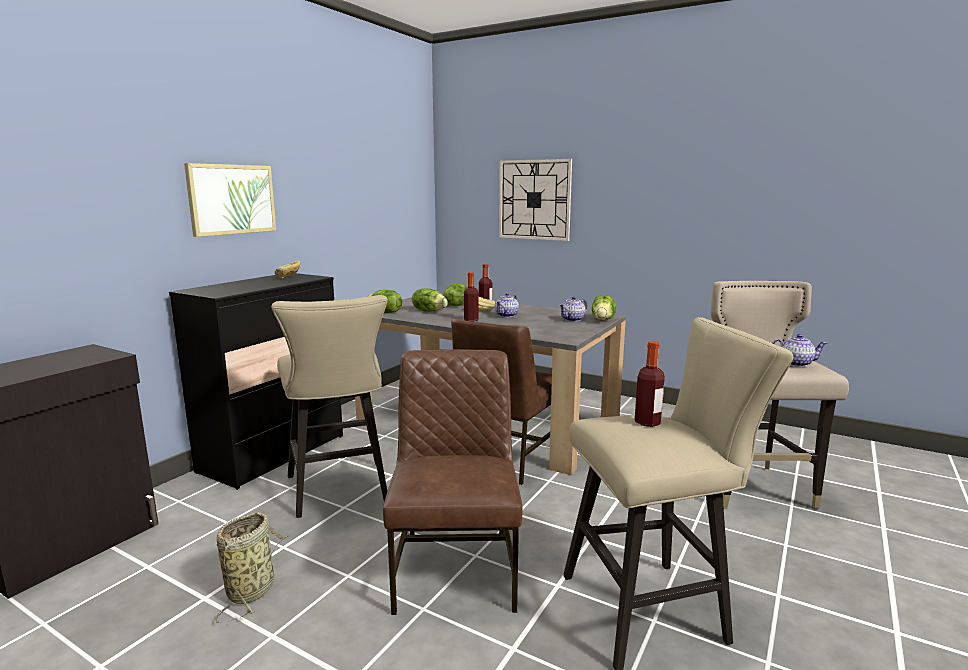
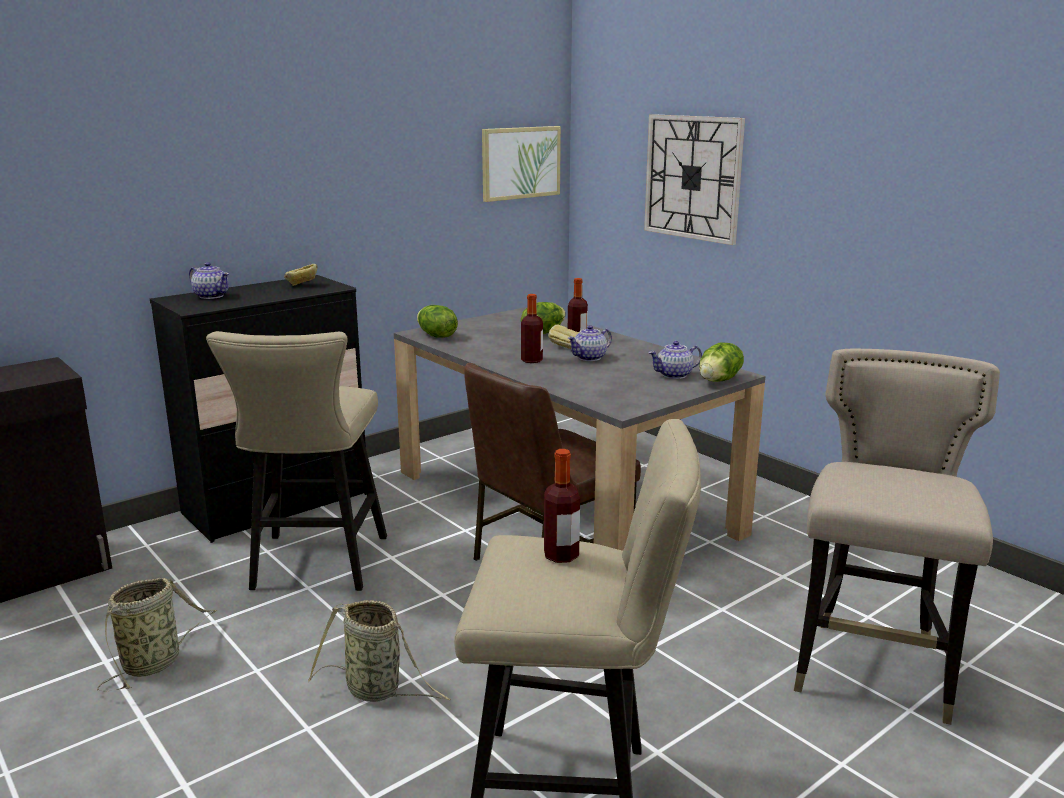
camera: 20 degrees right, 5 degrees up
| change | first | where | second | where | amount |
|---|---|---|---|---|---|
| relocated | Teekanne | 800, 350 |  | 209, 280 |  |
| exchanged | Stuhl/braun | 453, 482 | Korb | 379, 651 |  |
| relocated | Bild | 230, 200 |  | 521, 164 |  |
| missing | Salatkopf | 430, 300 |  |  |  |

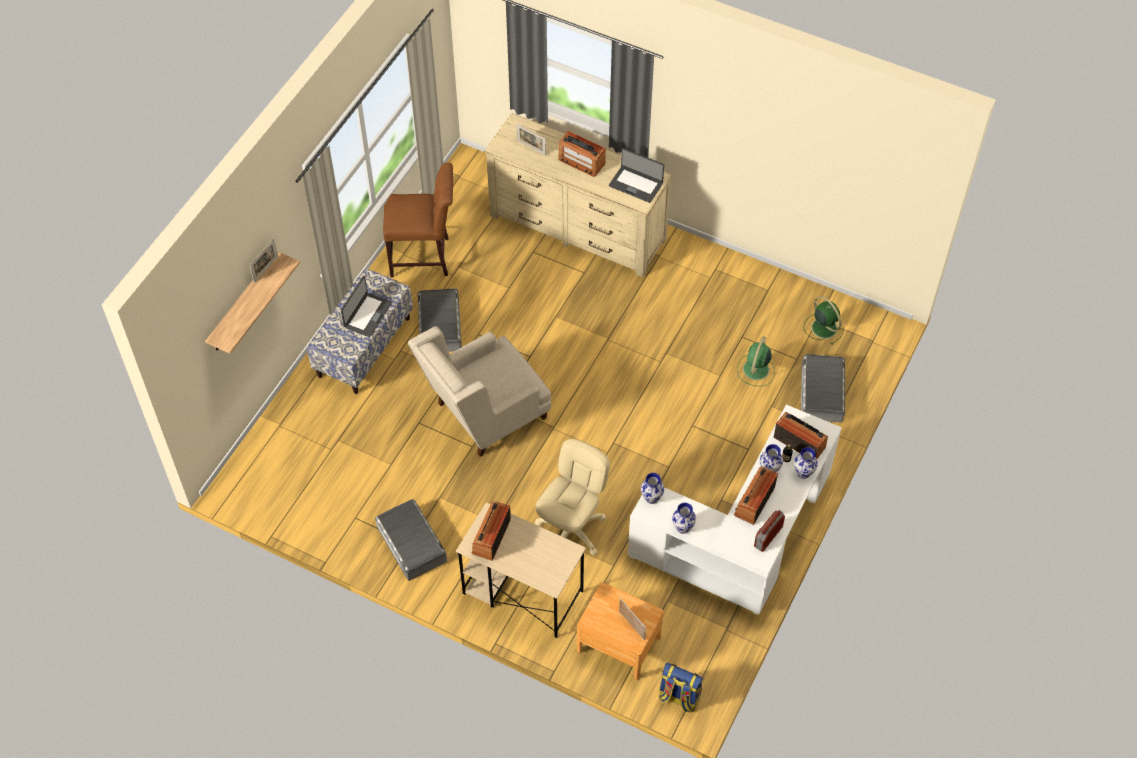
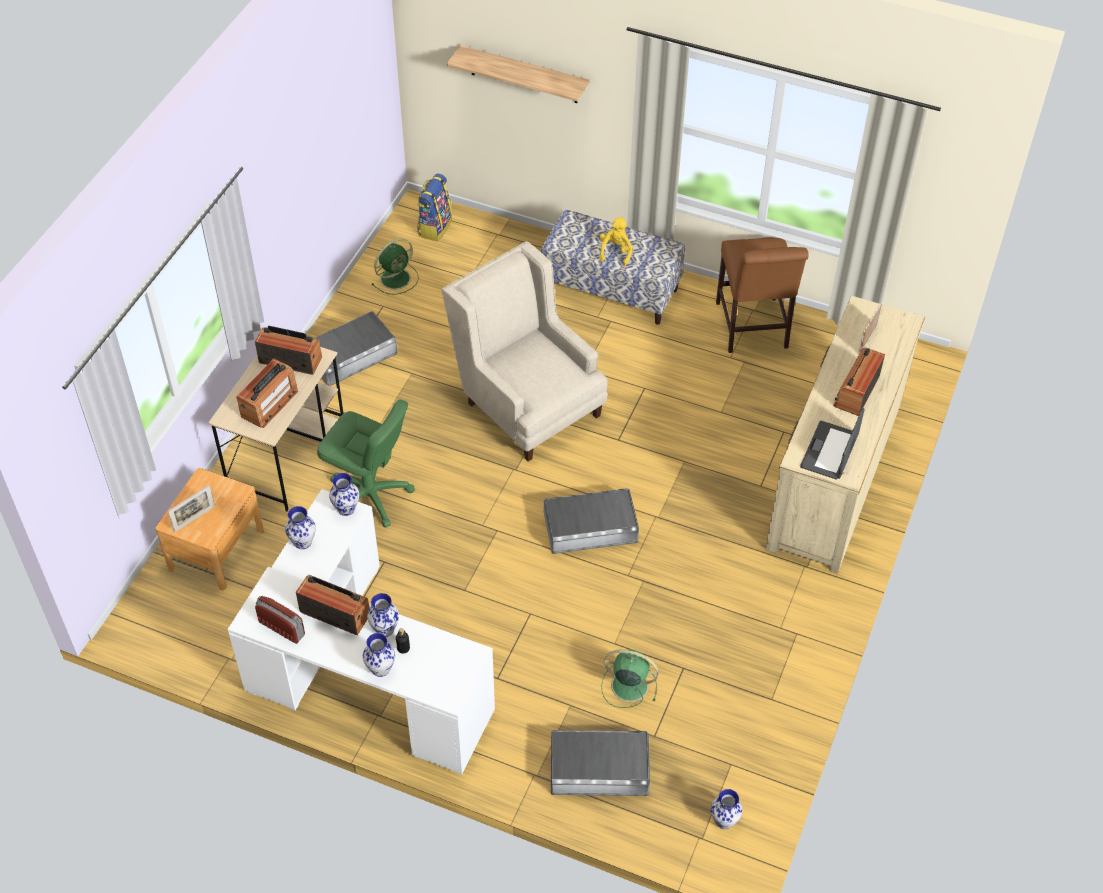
camera: 85 degrees right, 5 degrees down
| change | first | where | second | where | amount |
|---|---|---|---|---|---|
| relocated | Radio | 801, 435 |  | 267, 393 |  |
| colour | Bürostuhl/beige | 572, 497 | Bürostuhl/grün | 366, 463 |  |
| relocated | Ventilator/grün | 823, 320 |  | 395, 266 |  |
| relocated | Rucksack | 680, 687 |  | 434, 207 |  |
| relocated | Aufbewahrungsbox/grau | 439, 320 |  | 591, 521 |  |
| exchanged | Laptop | 366, 306 | Plüschtier/gelb | 616, 241 |  |
| appeared |  |  | Vase | 727, 809 |  |
| missing | Bilderrahmen | 264, 261 |  |  |  |

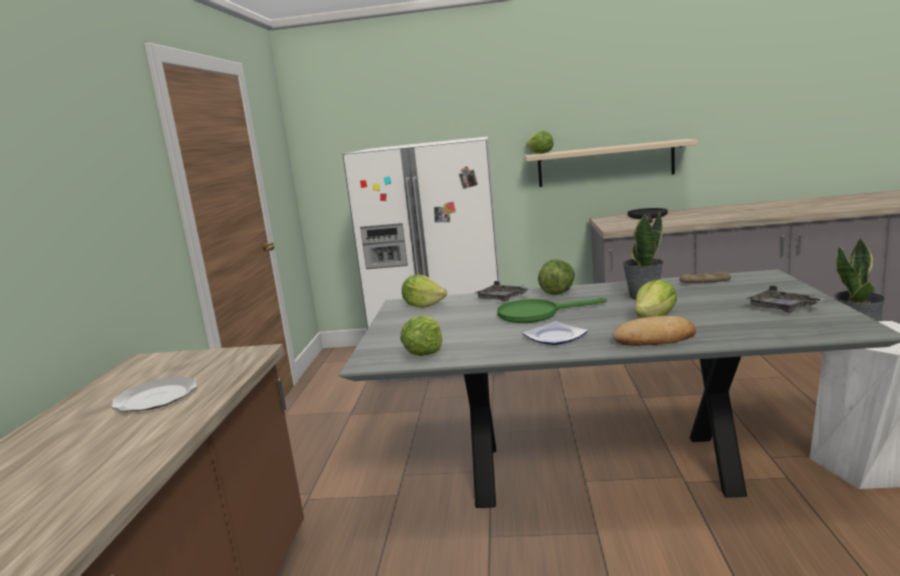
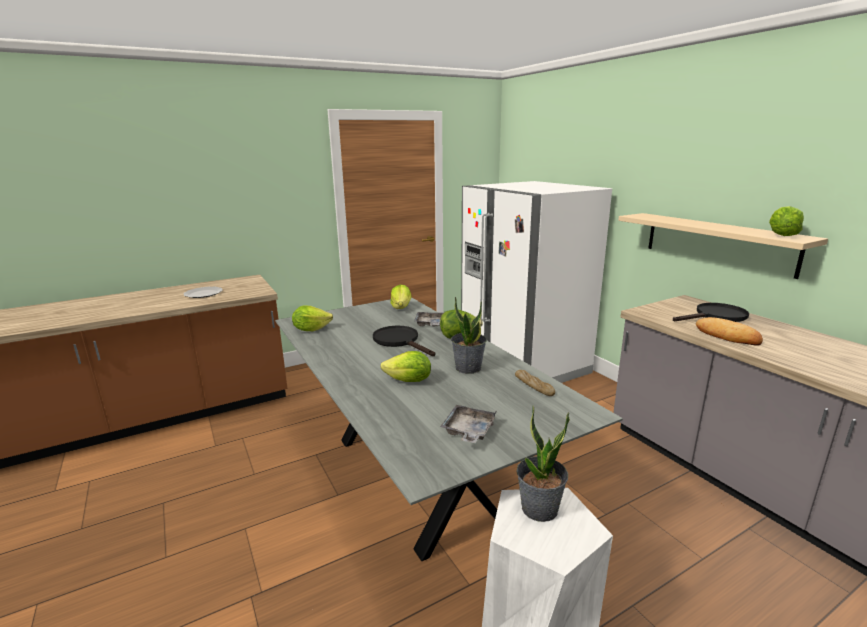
camera: 55 degrees right, 5 degrees up
| change | first | where | second | where | amount |
|---|---|---|---|---|---|
| colour | Pfanne/grün | 552, 310 | Pfanne/schwarz | 404, 341 |  |
| relocated | Brot | 654, 331 |  | 729, 331 |  |
| relocated | Salatkopf | 540, 142 |  | 786, 221 |  |
| missing | Teller | 555, 333 |  |  |  |

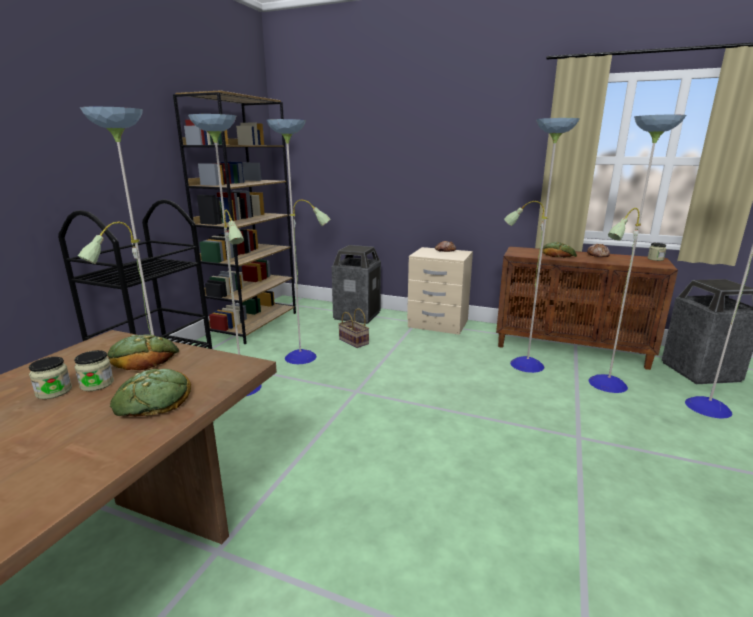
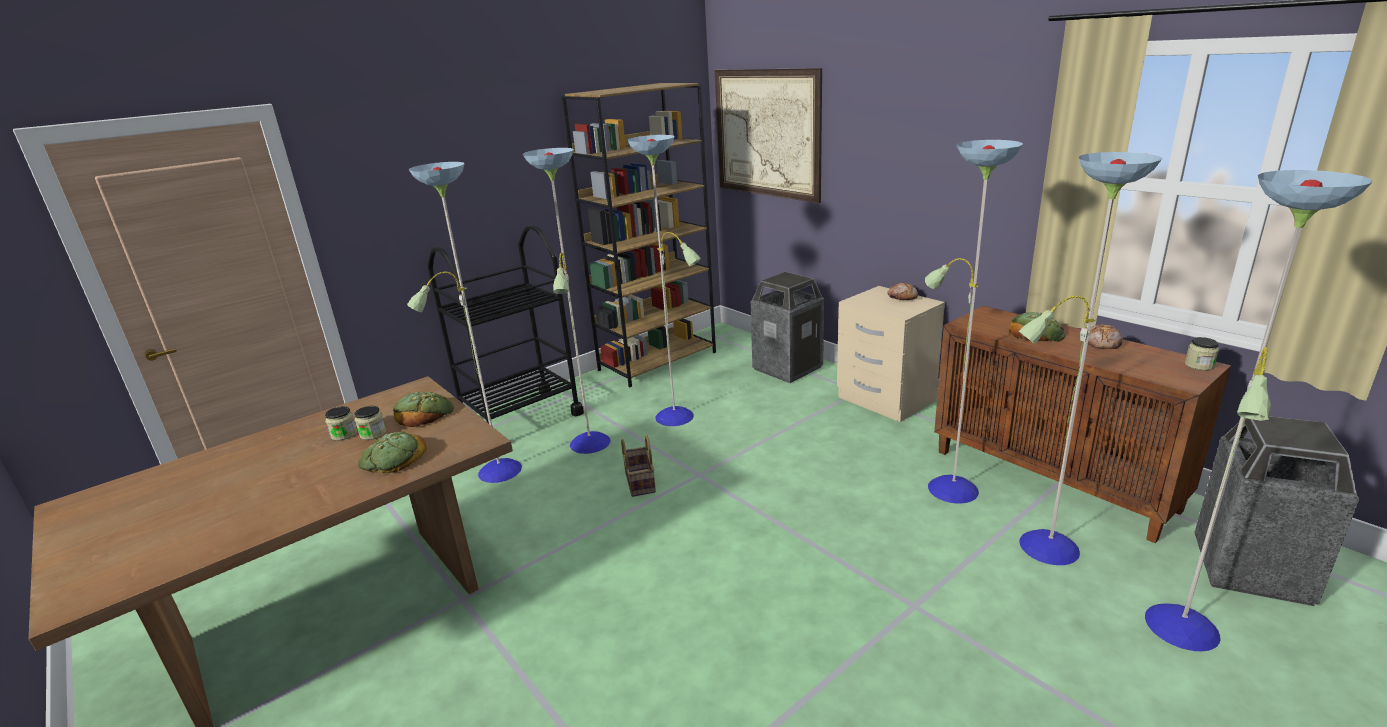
camera: 30 degrees right, 5 degrees up
| change | first | where | second | where | amount |
|---|---|---|---|---|---|
| relocated | Korb | 353, 328 |  | 638, 466 |  |
| appeared |  |  | Bild | 768, 135 |  |

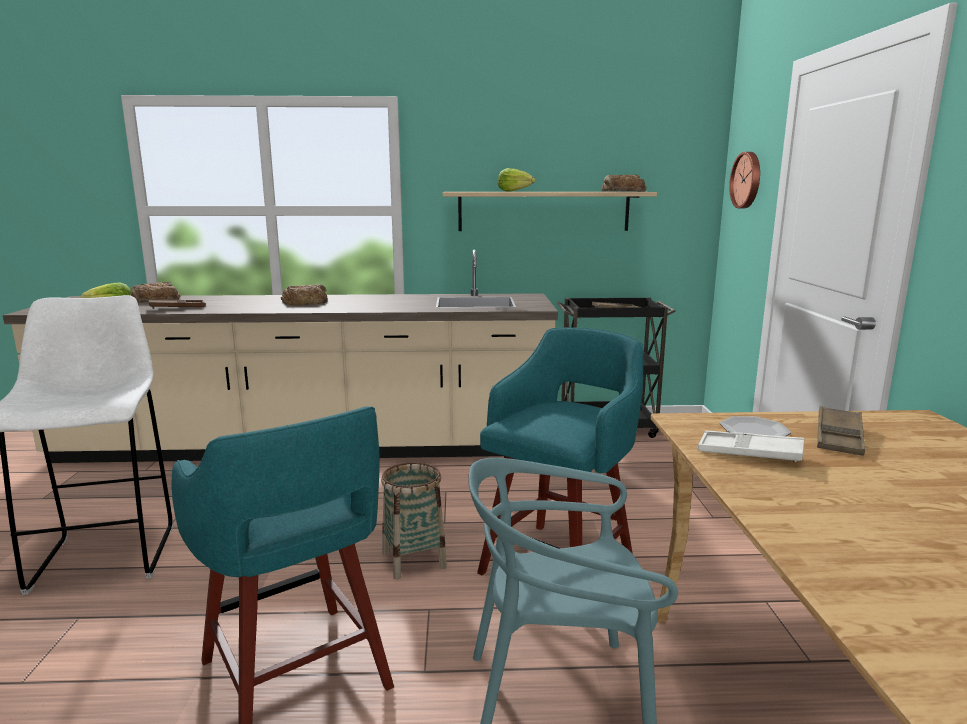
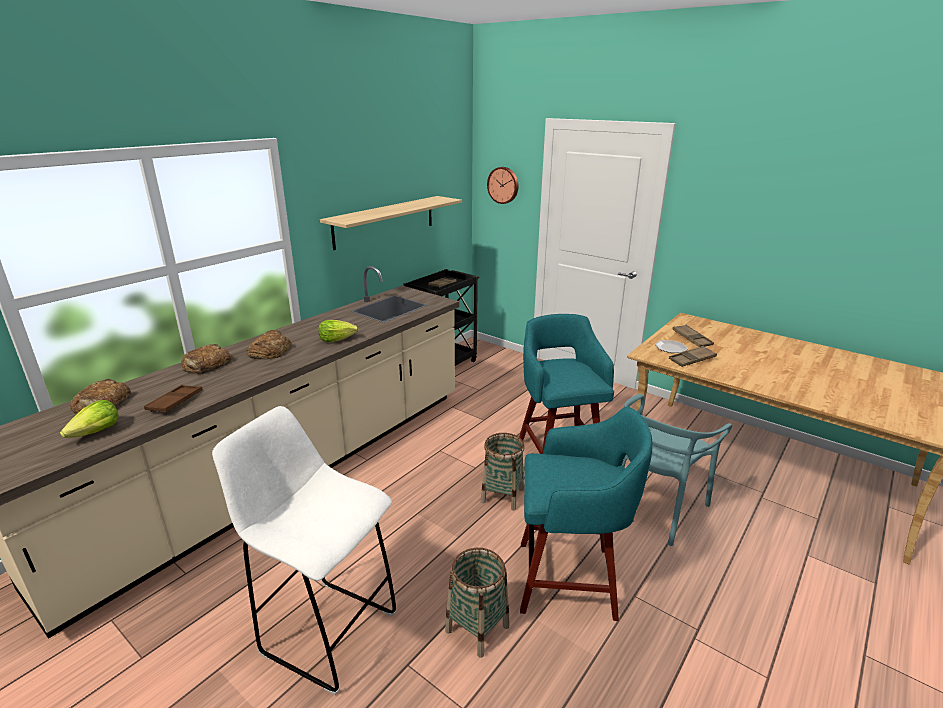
camera: 50 degrees left, 10 degrees up
| change | first | where | second | where | amount |
|---|---|---|---|---|---|
| relocated | Brot | 624, 183 |  | 206, 359 |  |
| relocated | Salatkopf | 516, 180 |  | 338, 331 |  |
| appeared |  |  | Korb | 477, 603 |  |
| colour | Tablett/weiß | 751, 446 | Tablett/braun | 693, 356 |  |

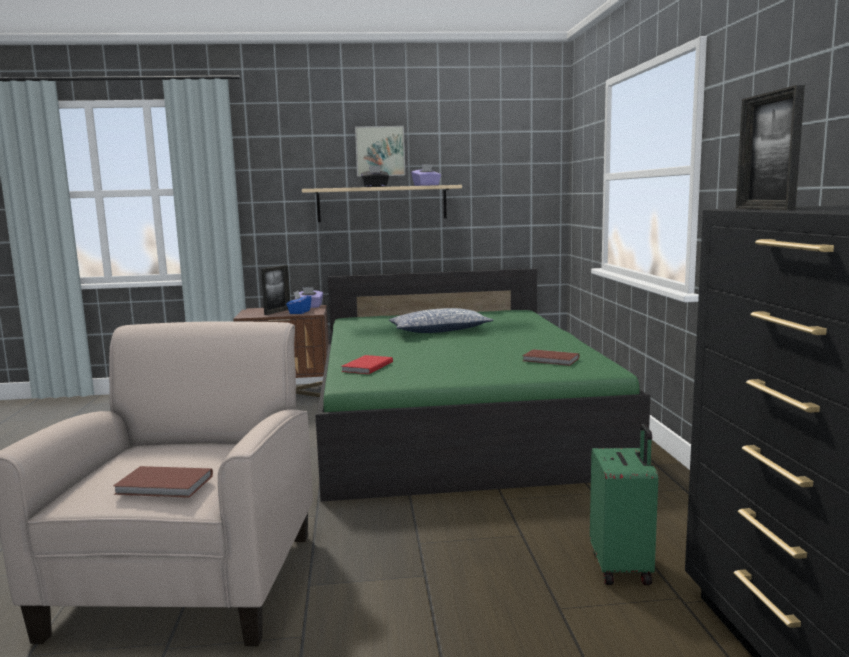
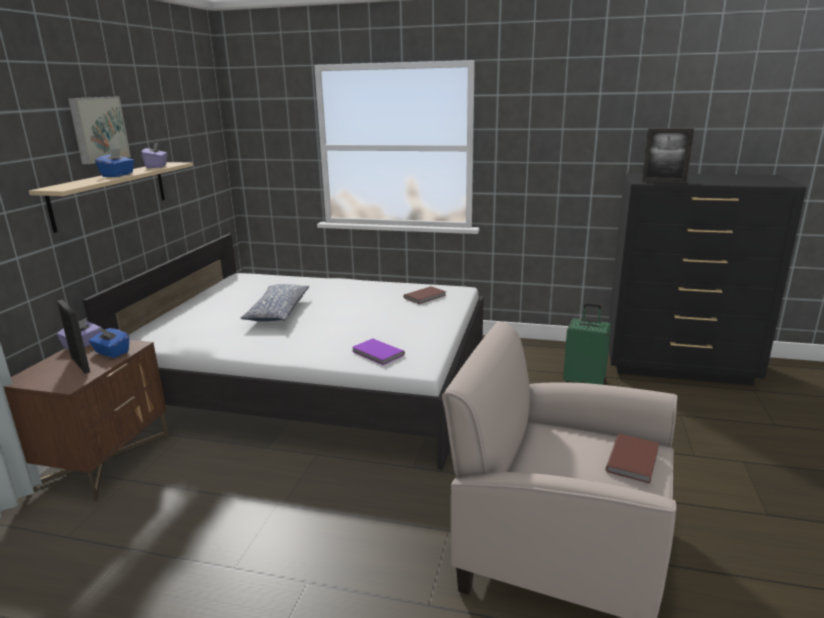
camera: 70 degrees left, 10 degrees up
| change | first | where | second | where | amount |
|---|---|---|---|---|---|
| colour | Bett/grün | 482, 385 | Bett/weiß | 283, 352 |  |
| colour | Taschentuchbox/schwarz | 375, 176 | Taschentuchbox/blau | 114, 162 |  |
| colour | Buch/rot | 367, 364 | Buch/lila | 378, 351 |  |

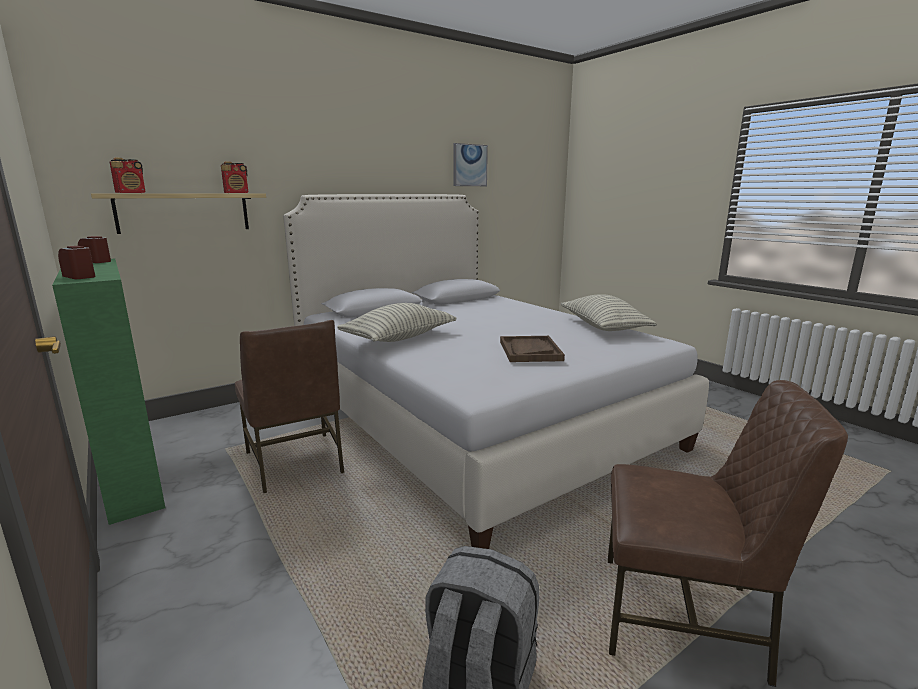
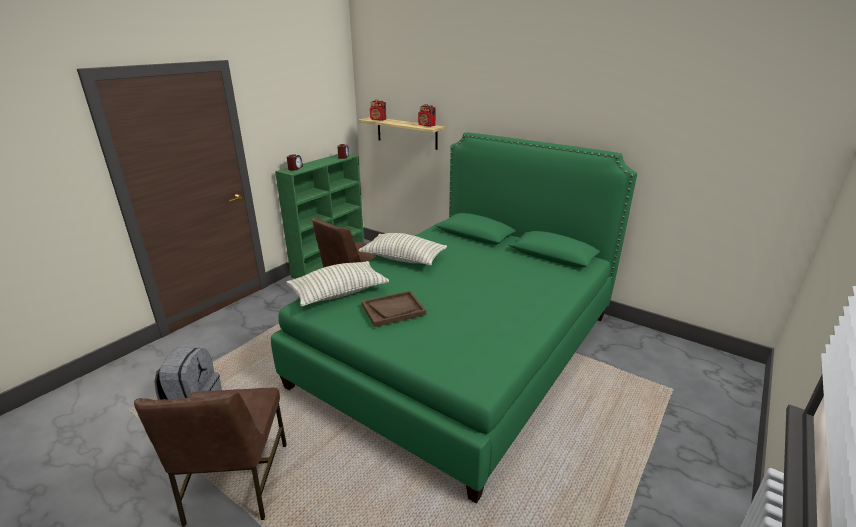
camera: 70 degrees right, 10 degrees up
| change | first | where | second | where | amount |
|---|---|---|---|---|---|
| colour | Bett/weiß | 496, 371 | Bett/grün | 454, 318 |  |
| relocated | Kissen | 609, 312 |  | 338, 284 |  |
| missing | Bild | 470, 164 |  |  |  |

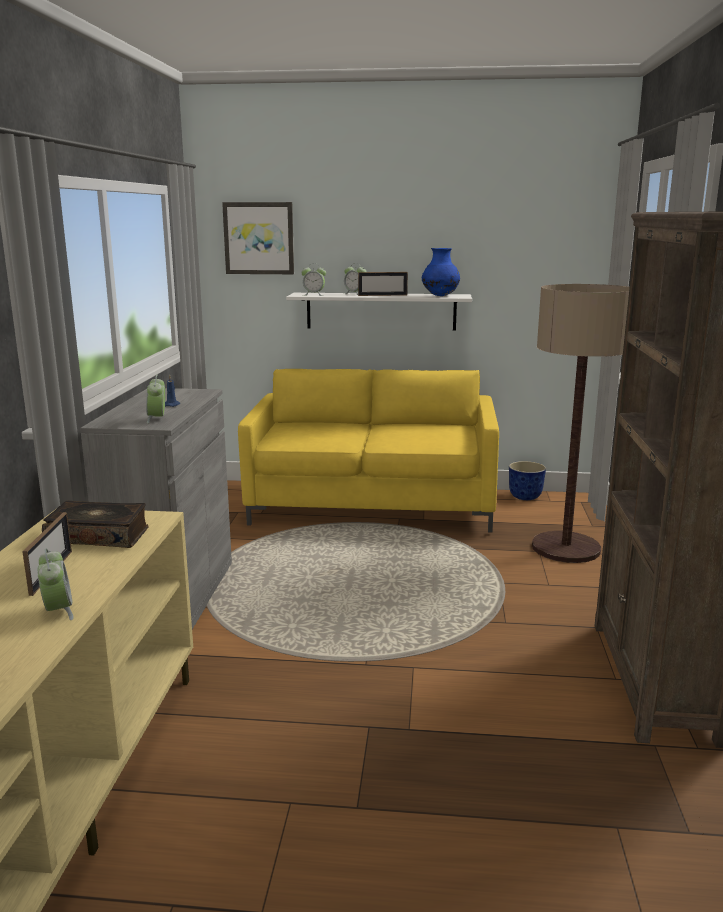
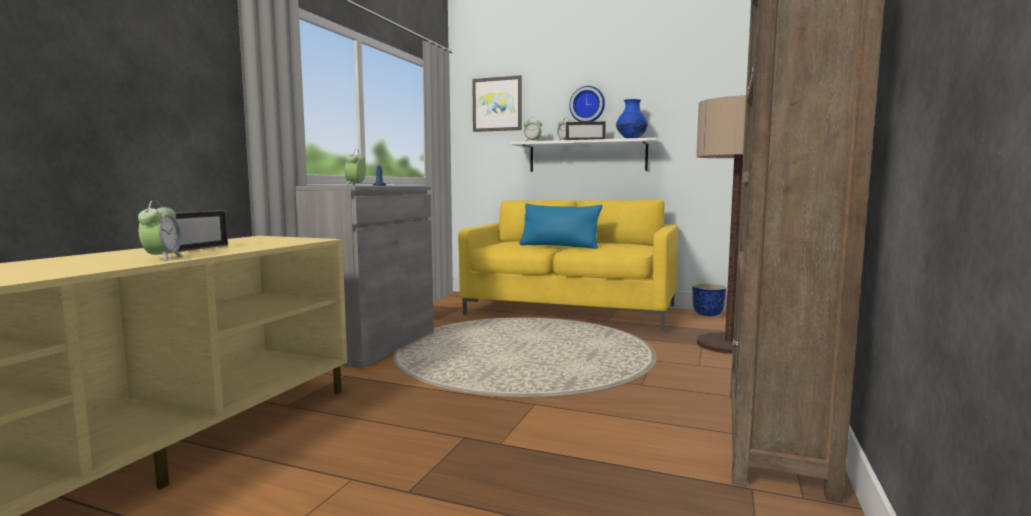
camera: 15 degrees right, 10 degrees down
| change | first | where | second | where | amount |
|---|---|---|---|---|---|
| appeared |  |  | Kissen/blau | 560, 226 |  |
| appeared |  |  | Wanduhr | 587, 104 |  |
| missing | Buch | 95, 524 |  |  |  |

